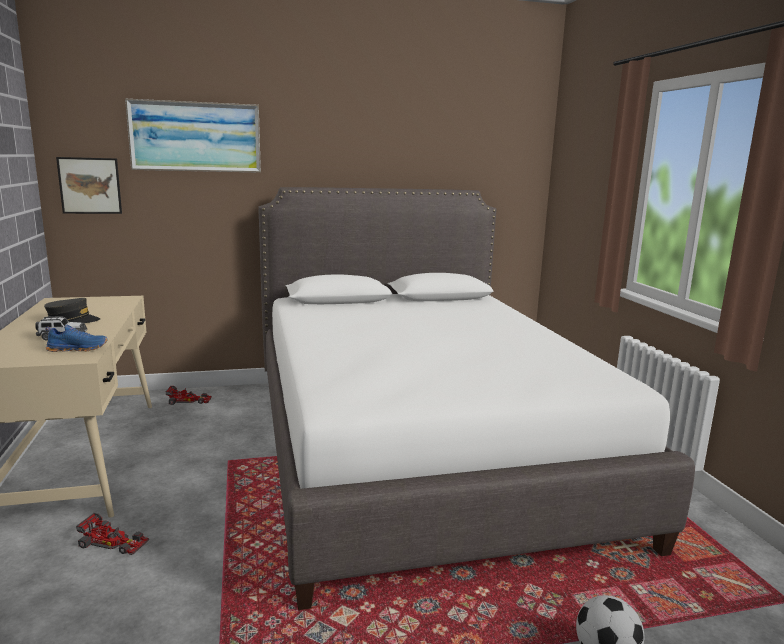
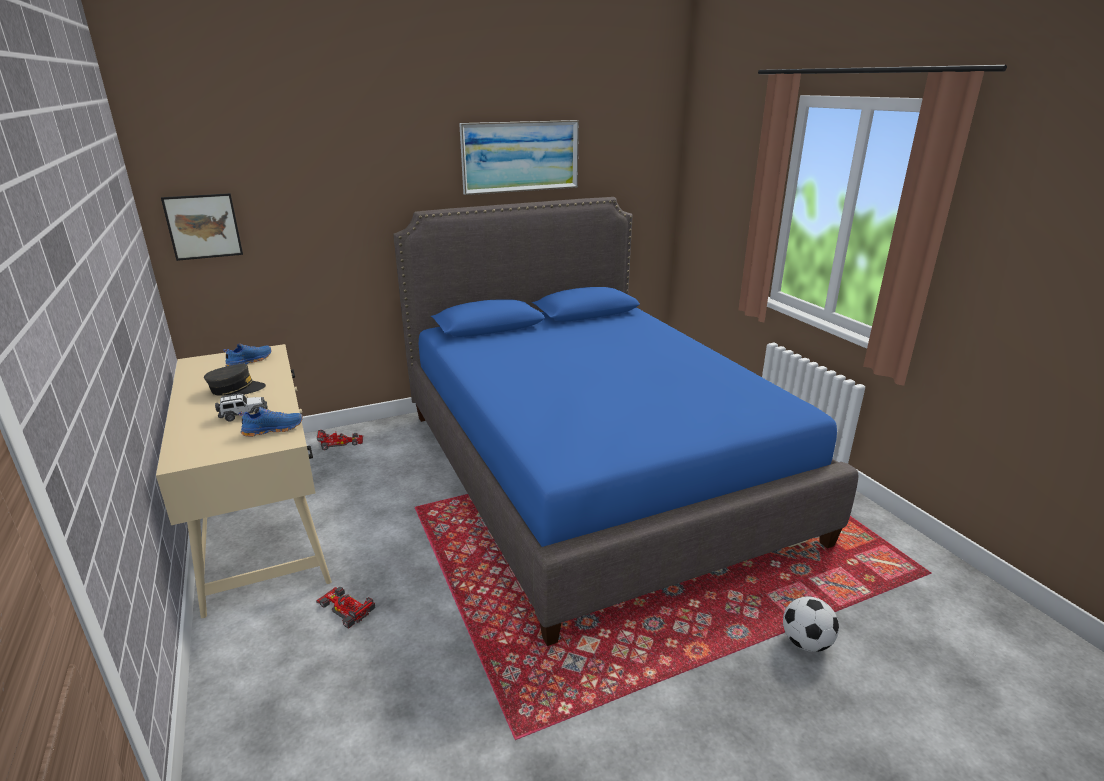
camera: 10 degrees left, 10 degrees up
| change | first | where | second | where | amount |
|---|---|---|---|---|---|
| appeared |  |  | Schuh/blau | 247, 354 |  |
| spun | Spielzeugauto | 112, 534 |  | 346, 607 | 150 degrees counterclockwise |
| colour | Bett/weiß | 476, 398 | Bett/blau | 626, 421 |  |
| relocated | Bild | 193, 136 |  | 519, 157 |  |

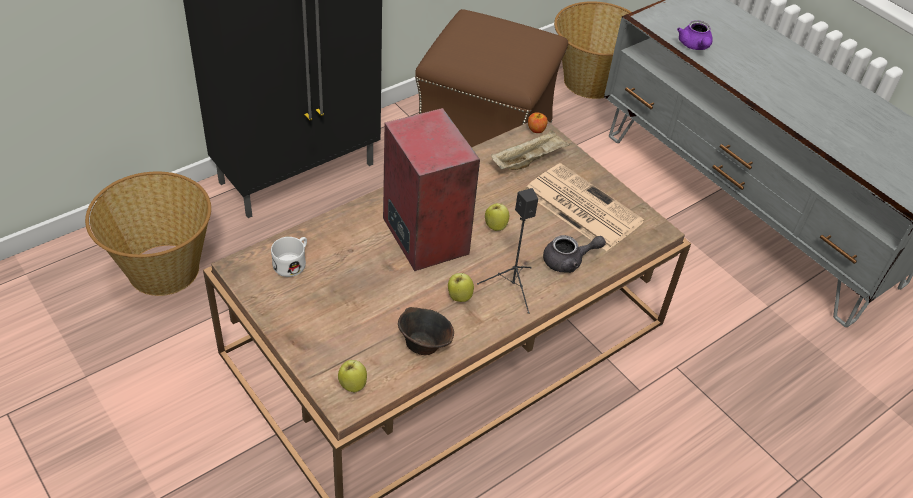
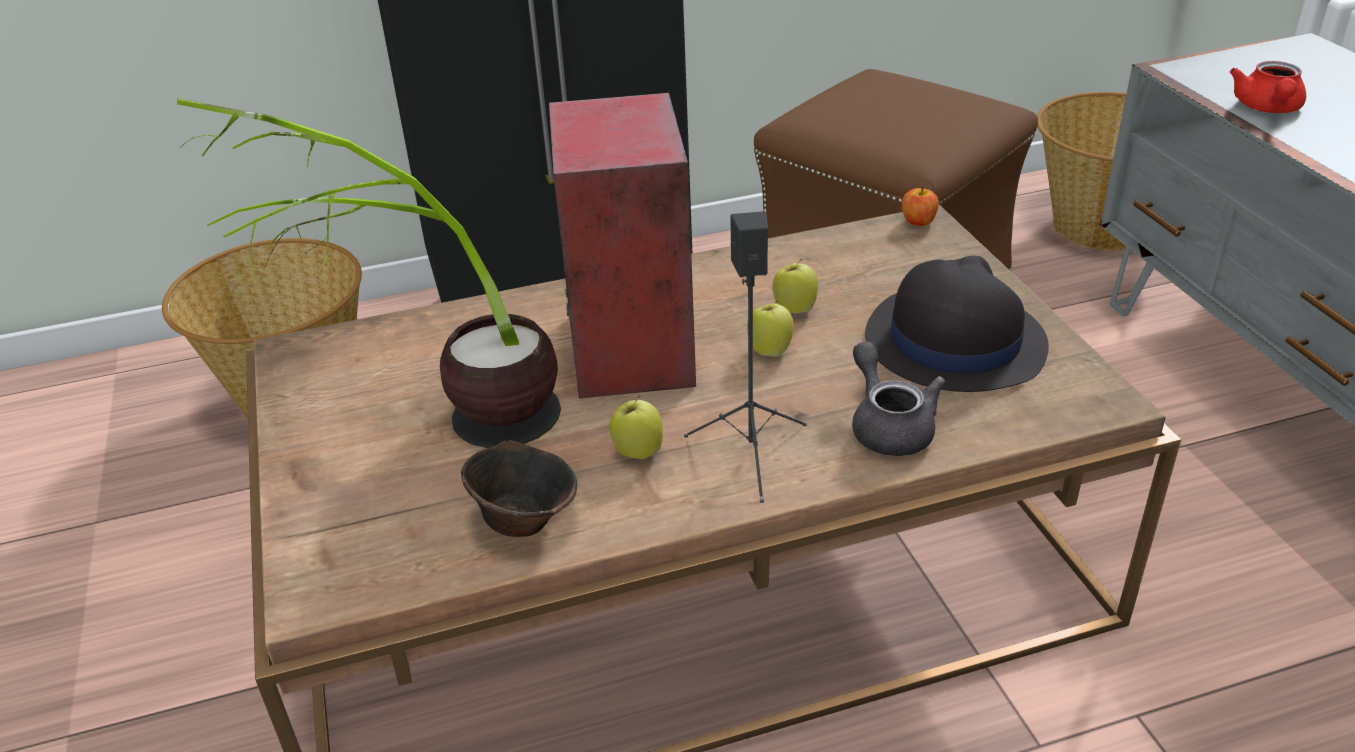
camera: 25 degrees right, 10 degrees down
| change | first | where | second | where | amount |
|---|---|---|---|---|---|
| appeared |  |  | Topfpflanze | 369, 273 |  |
| relocated | Apfel | 352, 376 |  | 795, 286 |  |
| spun | Teekanne/grau | 574, 254 |  | 899, 398 | 120 degrees counterclockwise |
| exchanged | Zeitung | 585, 207 | Hut/schwarz | 957, 324 |  |
| colour | Teekanne/lila | 695, 35 | Teekanne/rot | 1267, 87 |  |
| missing | Henkelbecher/weiß | 289, 257 |  |  |  |
| missing | Tablett/beige | 530, 150 |  |  |  |

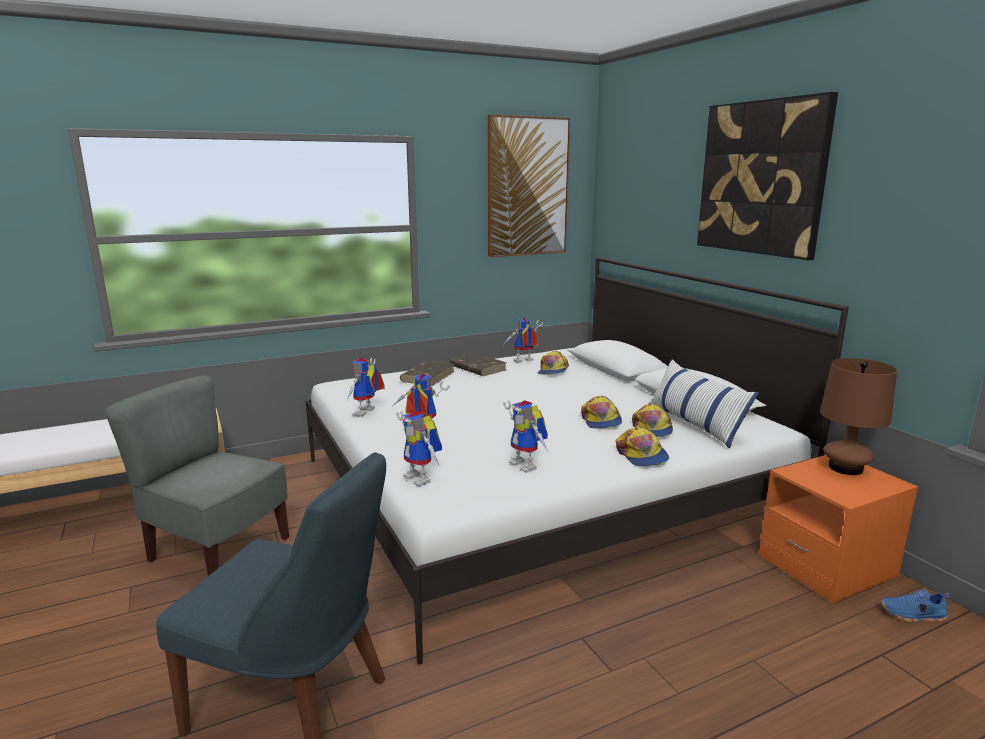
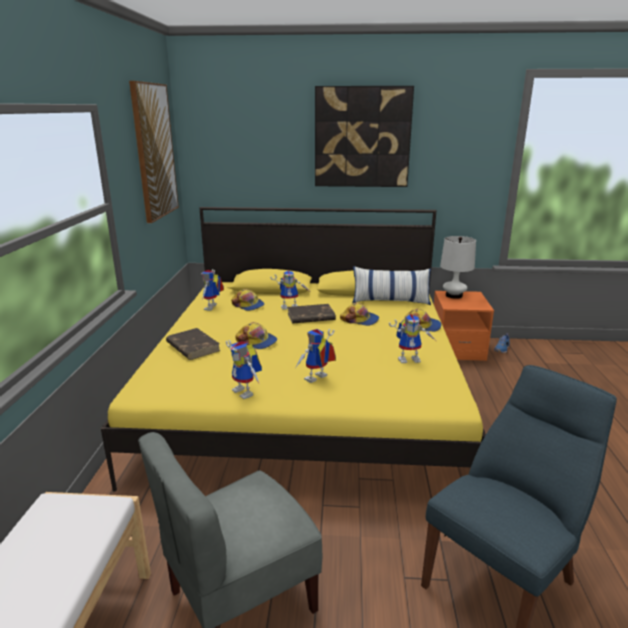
camera: 60 degrees left, 5 degrees up
| change | first | where | second | where | amount |
|---|---|---|---|---|---|
| colour | Bett/weiß | 577, 460 | Bett/gelb | 293, 349 |  |
| relocated | Kappe | 652, 420 |  | 256, 335 |  |
| relocated | Spielzeugroboter | 419, 449 |  | 289, 290 |  |
| relocated | Buch/braun | 478, 364 |  | 311, 314 |  |
| colour | Tischlampe/braun | 858, 416 | Tischlampe/weiß | 458, 267 |  |

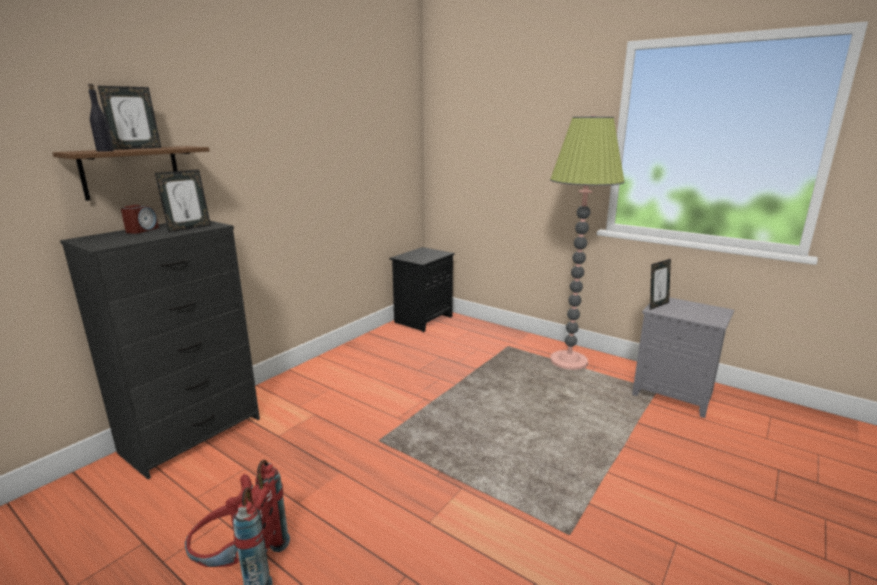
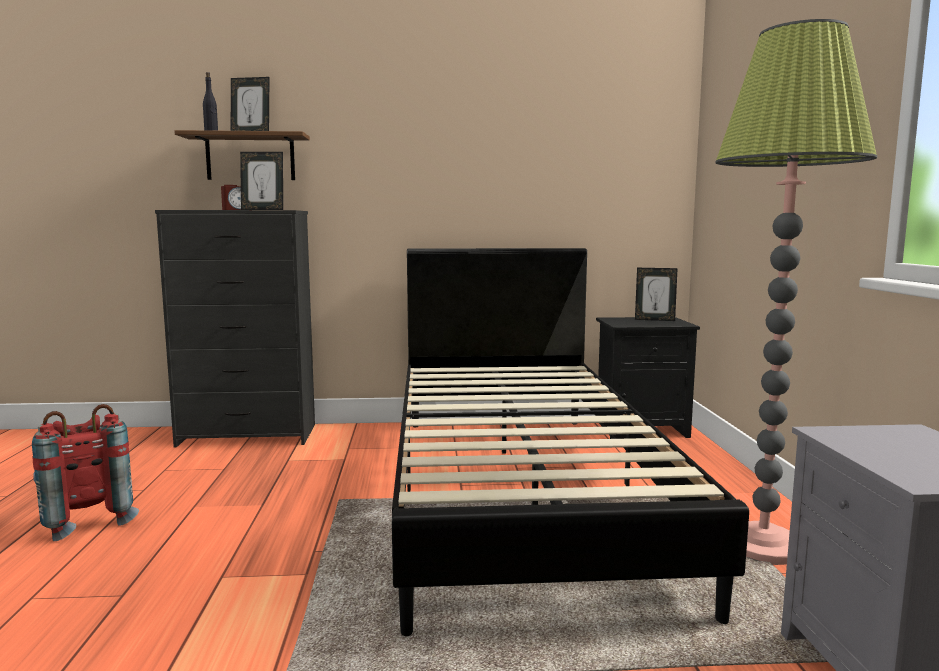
camera: 50 degrees right, 10 degrees down
| change | first | where | second | where | amount |
|---|---|---|---|---|---|
| appeared |  |  | Bett/schwarz | 570, 442 |  |
| relocated | Bilderrahmen | 660, 284 |  | 656, 294 |  |

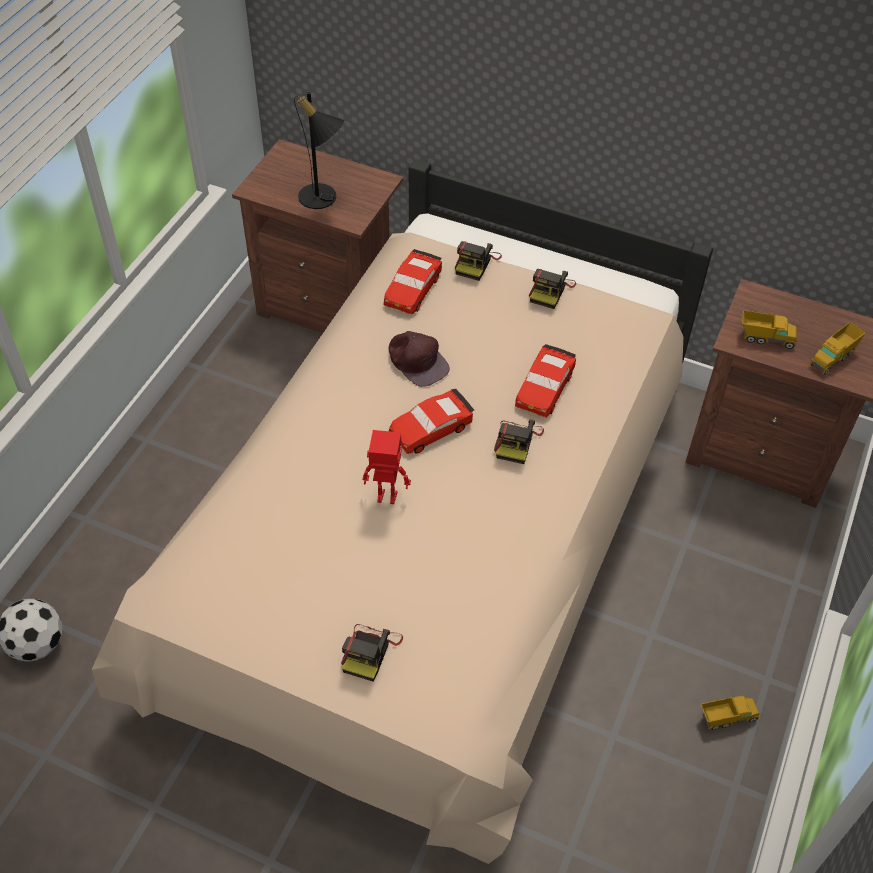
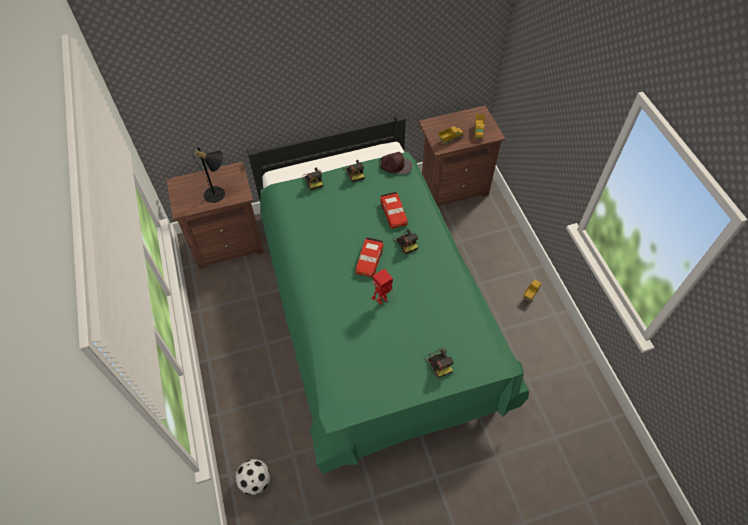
camera: 40 degrees left, 5 degrees up
| change | first | where | second | where | amount |
|---|---|---|---|---|---|
| colour | Bett/beige | 402, 511 | Bett/grün | 388, 294 |  |
| relocated | Kappe/braun | 419, 359 |  | 395, 163 |  |
| missing | Spielzeugauto/rot | 412, 282 |  |  |  |

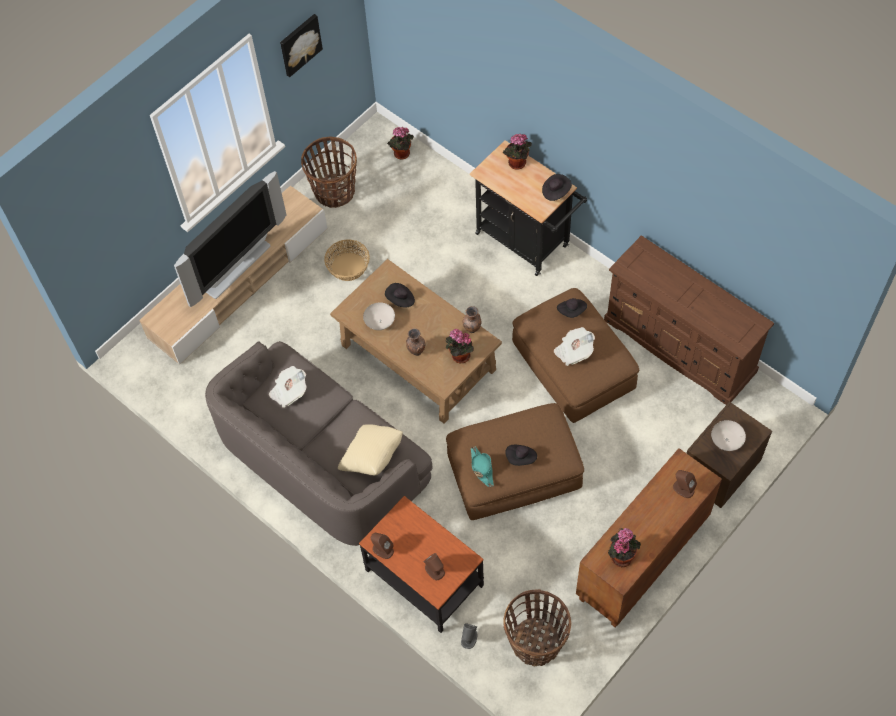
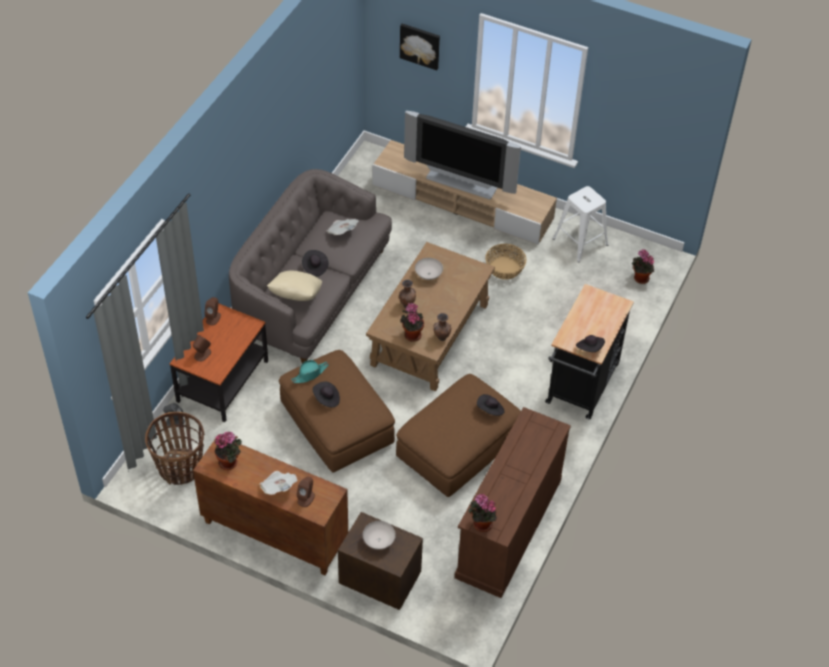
camera: 70 degrees right, 10 degrees down
| change | first | where | second | where | amount |
|---|---|---|---|---|---|
| relocated | Zeitung | 574, 346 |  | 278, 483 |  |
| relocated | Hut/schwarz | 400, 295 |  | 315, 263 |  |
| relocated | Bild | 301, 45 |  | 420, 47 |  |
| relocated | Topfpflanze | 517, 151 |  | 483, 513 |  |
| exchanged | Korb | 329, 172 | Hocker/weiß | 580, 224 |  |

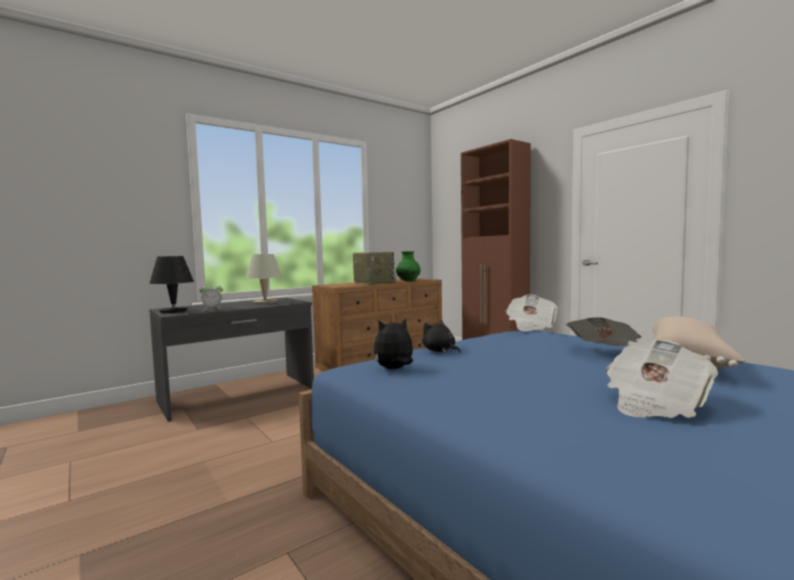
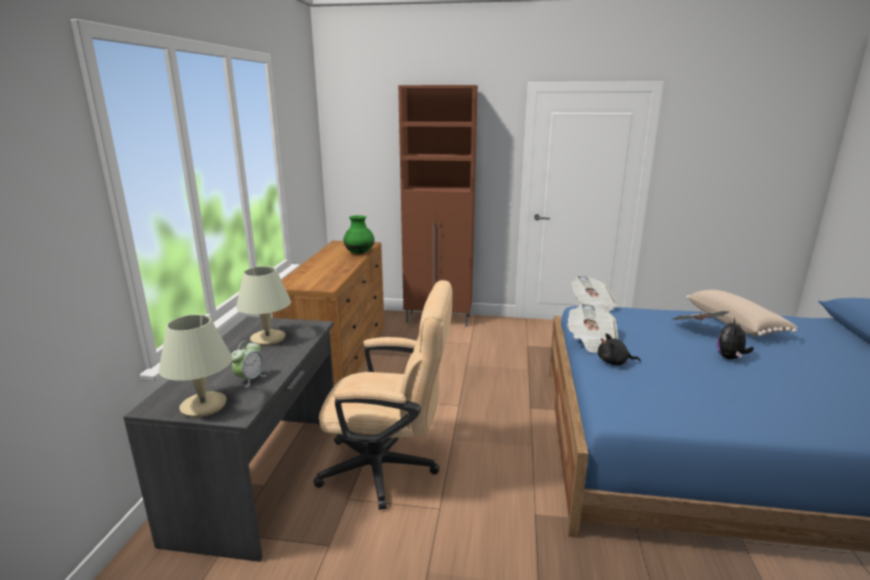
camera: 45 degrees left, 15 degrees up
| change | first | where | second | where | amount |
|---|---|---|---|---|---|
| colour | Tischlampe/schwarz | 171, 284 | Tischlampe/beige | 195, 366 |  |
| appeared |  |  | Bürostuhl/beige | 383, 395 |  |
| relocated | Zeitung | 662, 378 |  | 592, 328 |  |
| relocated | Plüschtier | 393, 343 |  | 735, 338 |  |
| missing | Radio | 374, 268 |  |  |  |

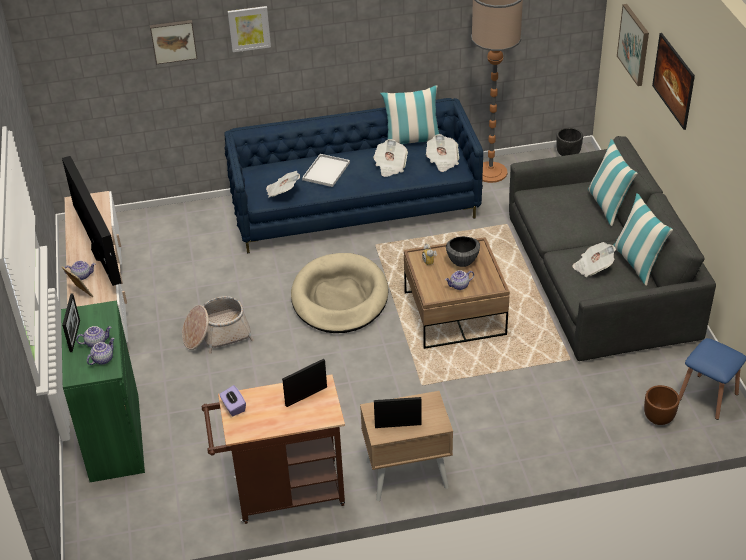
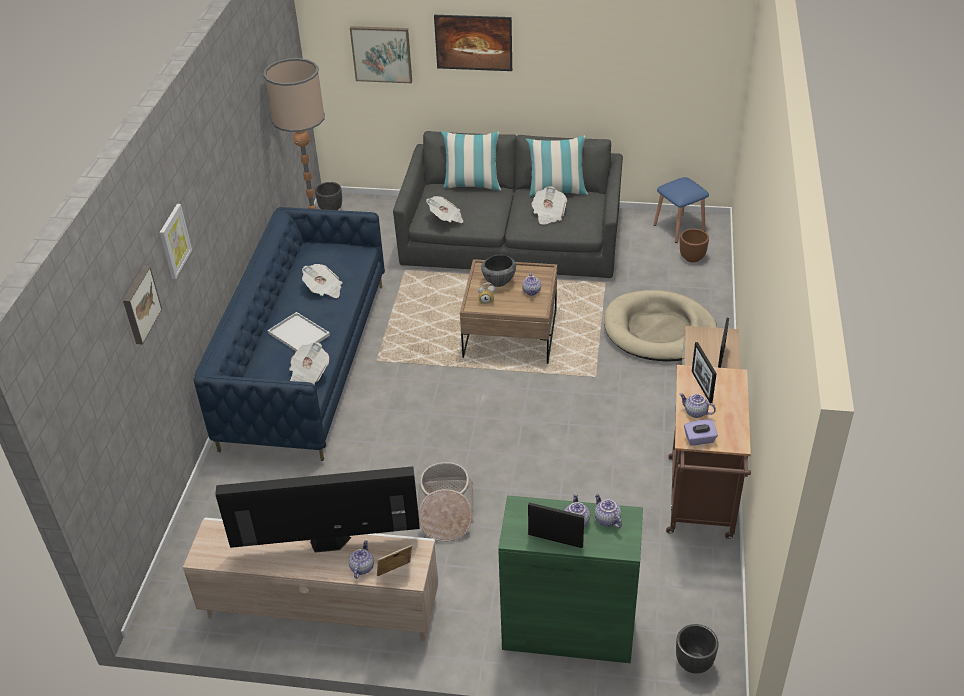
camera: 70 degrees left, 0 degrees up
| change | first | where | second | where | amount |
|---|---|---|---|---|---|
| relocated | Zeitung | 442, 153 |  | 444, 209 |  |
| relocated | Hundebett/beige | 339, 293 |  | 660, 326 |  |
| appeared |  |  | Pflanzkübel/schwarz | 697, 649 |  |
| appeared |  |  | Teekanne | 697, 405 |  |
| missing | Kissen | 409, 115 |  |  |  |

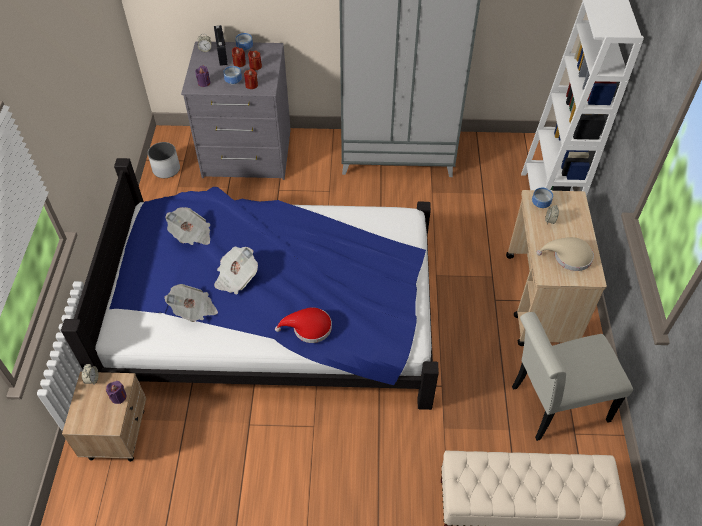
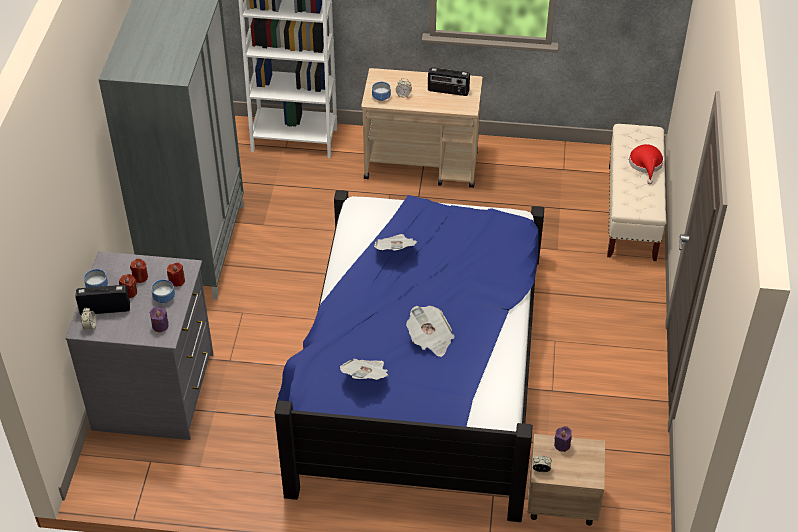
camera: 85 degrees left, 5 degrees down
| change | first | where | second | where | amount |
|---|---|---|---|---|---|
| relocated | Zeitung | 191, 303 |  | 396, 242 |  |
| exchanged | Hut/beige | 565, 254 | Radio | 449, 81 |  |
| relocated | Hut/rot | 303, 325 |  | 646, 164 |  |
| missing | Pflanzkübel/weiß | 164, 160 |  |  |  |
| missing | Stuhl/weiß | 572, 376 |  |  |  |

